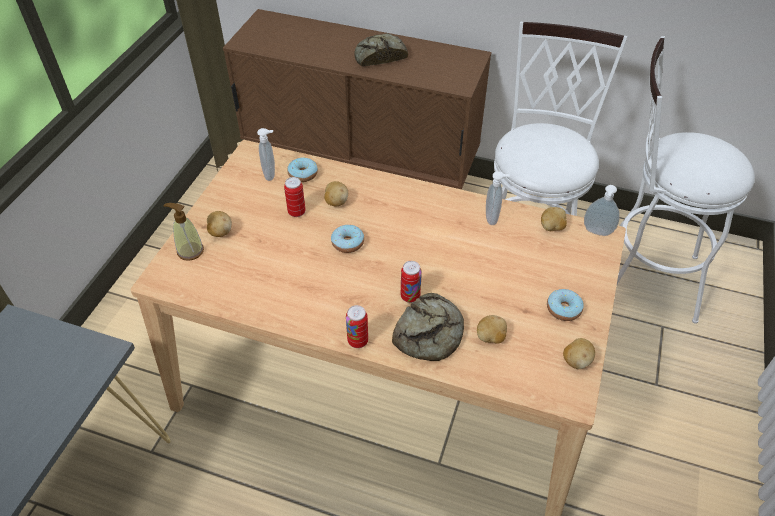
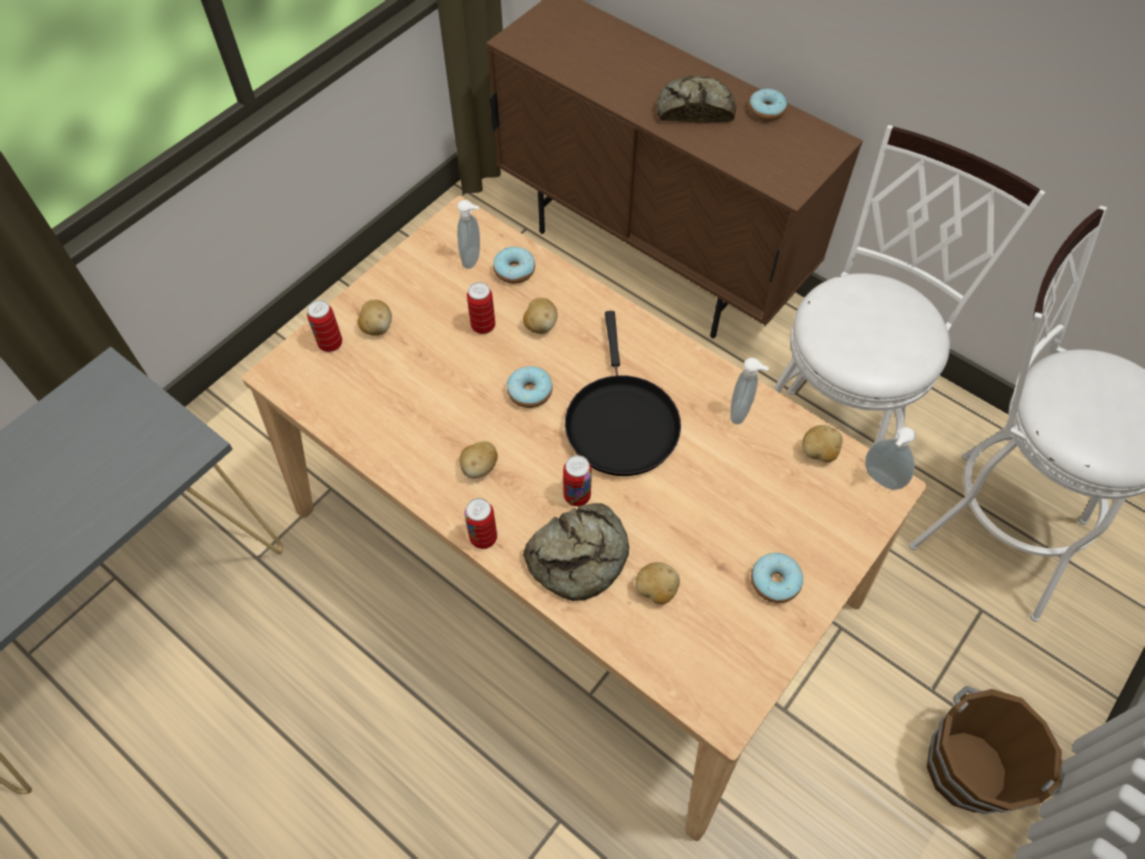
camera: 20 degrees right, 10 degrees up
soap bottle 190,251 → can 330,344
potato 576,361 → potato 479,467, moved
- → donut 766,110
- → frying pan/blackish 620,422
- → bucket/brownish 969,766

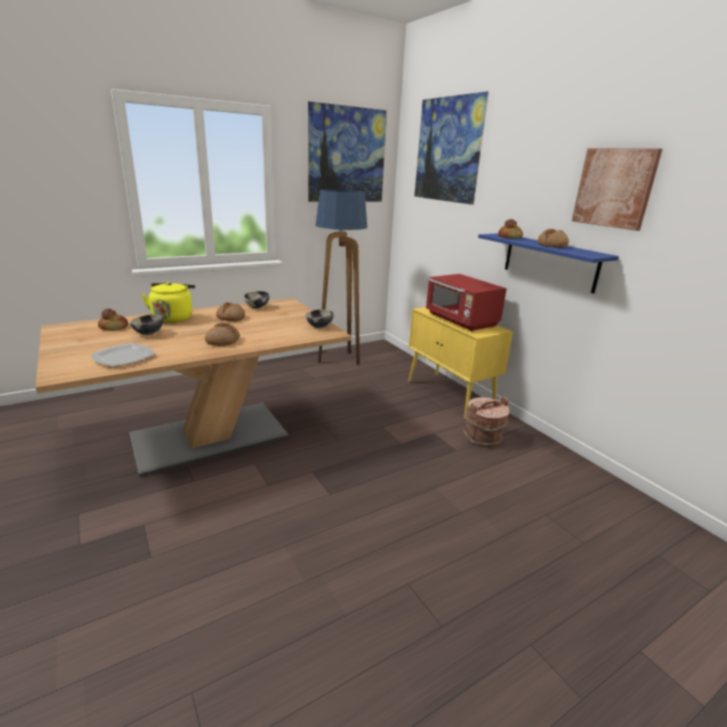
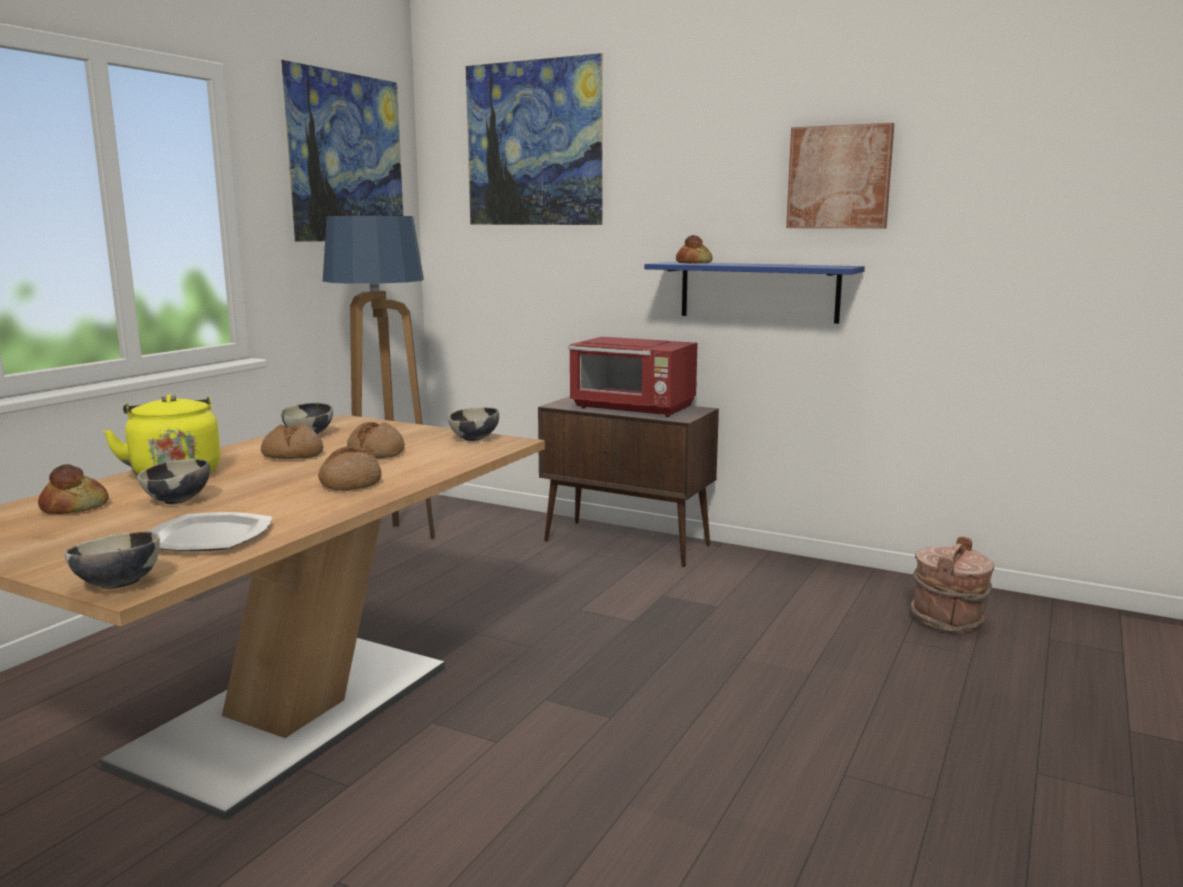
camera: 30 degrees left, 10 degrees down
bread 552,245 → bread 376,452, moved
cabinet/yellow 450,395 → cabinet/brownish 628,543
bucket/brownish 483,438 → bucket/brownish 948,620, moved
- → bowl 118,585

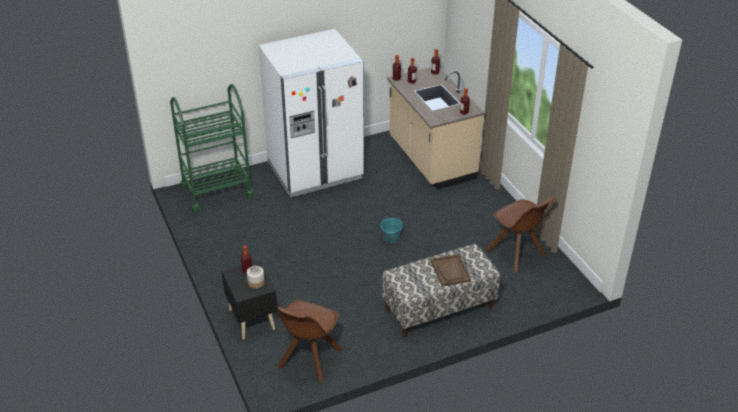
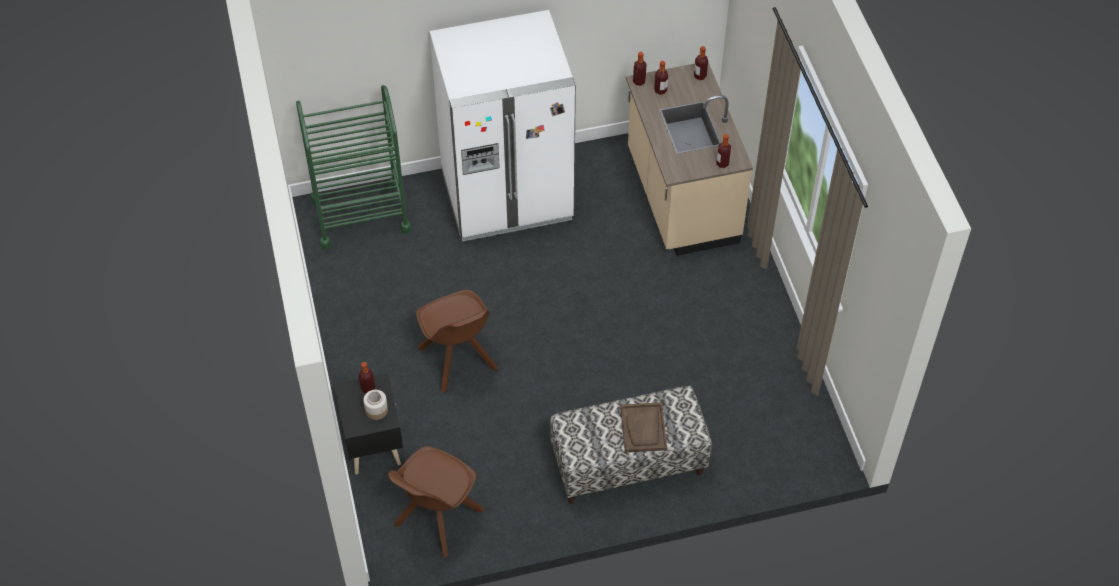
camera: 10 degrees right, 15 degrees up
upright chair/brownish 517,253 → upright chair/brownish 458,360, moved
bucket/turquoise 391,237 → -

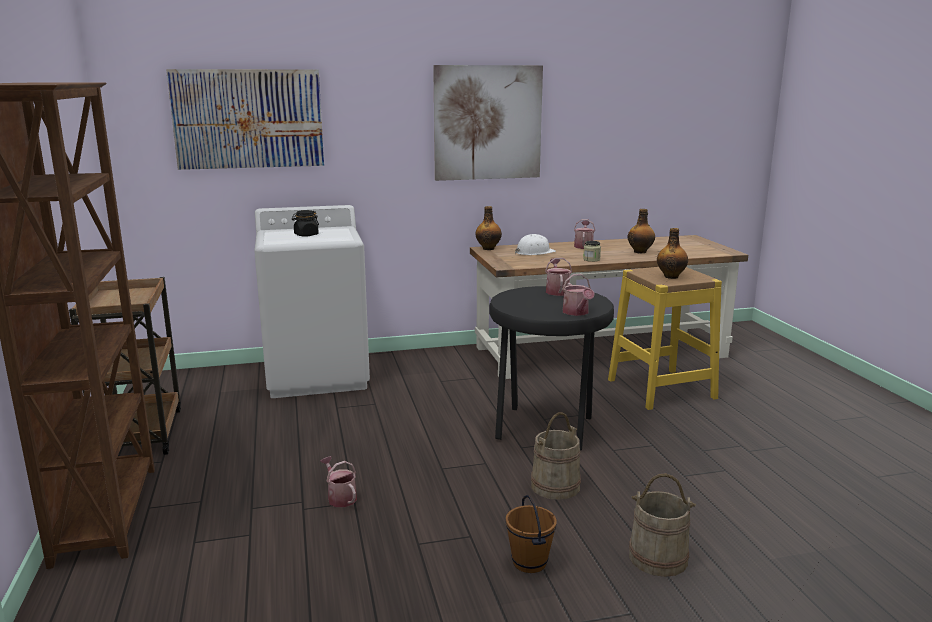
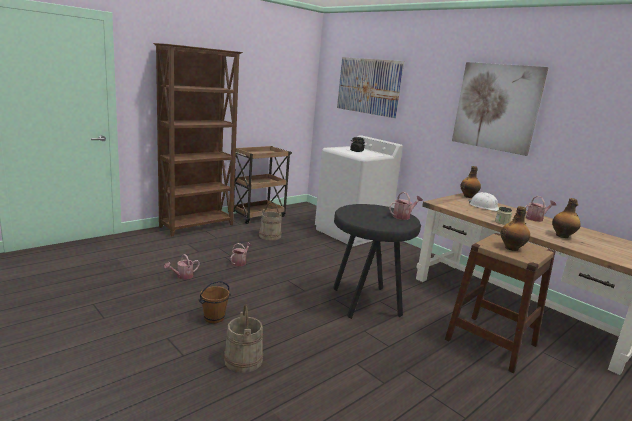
camera: 60 degrees right, 0 degrees up
stool/yellow 661,389 → stool/brownish 491,342
watering pot 577,313 → watering pot 182,276, moved
bucket/sand-coloured 555,486 → bucket/sand-coloured 270,236, moved

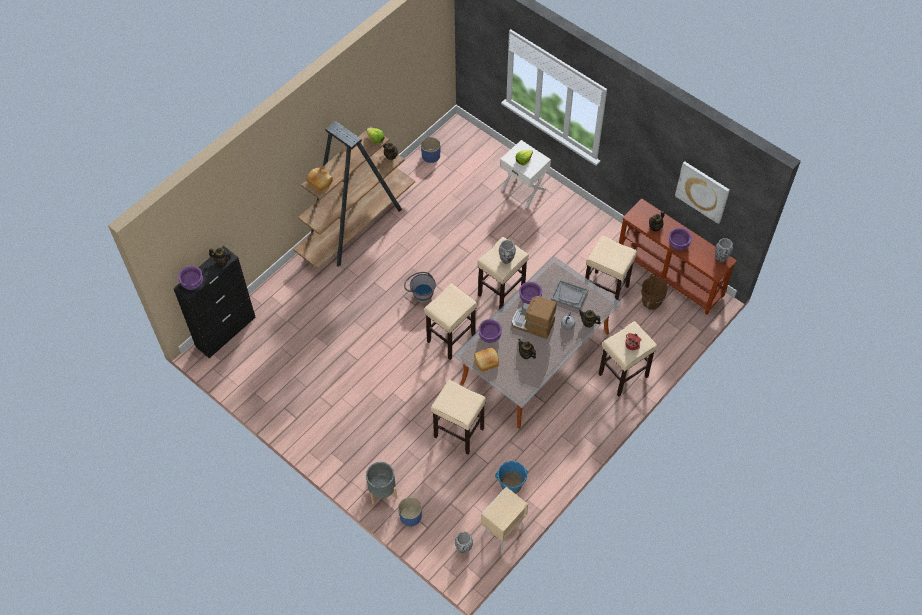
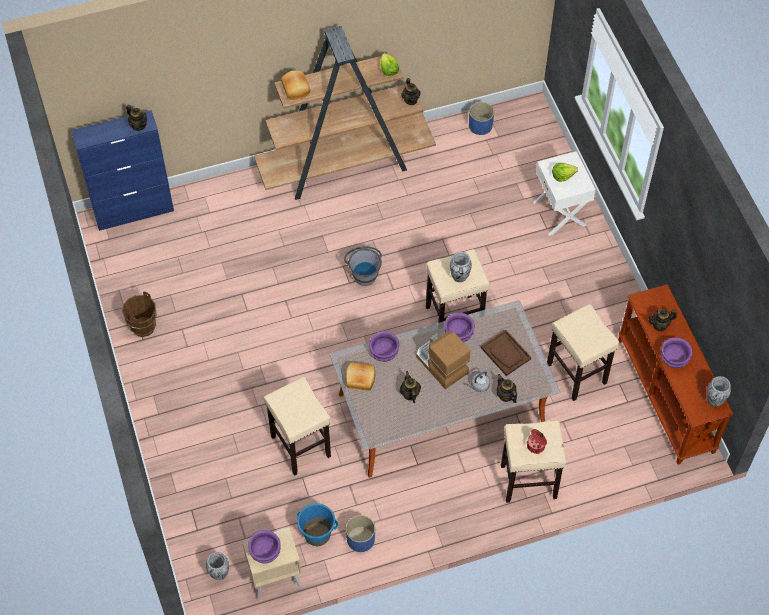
camera: 30 degrees right, 0 degrees up
wall picture 702,191 → -
cabinet/blackish 226,331 → cabinet/blue 134,211
bowl/purplish 193,283 → bowl/purplish 265,552, moved
bucket/brownish 651,302 → bucket/brownish 143,327, moved
carrying tray/gray 569,295 → carrying tray/brownish 506,353
stool/sand-coloured 451,338 → -
planter/gray 382,490 → -
planter/blue 410,516 → planter/blue 360,539, moved

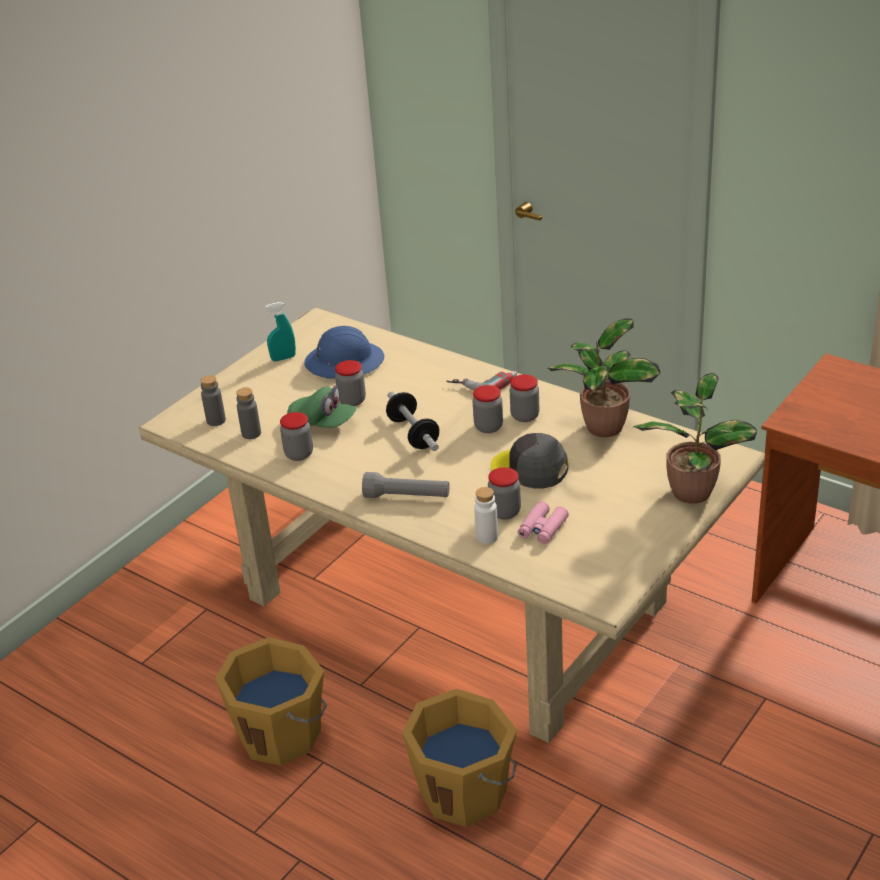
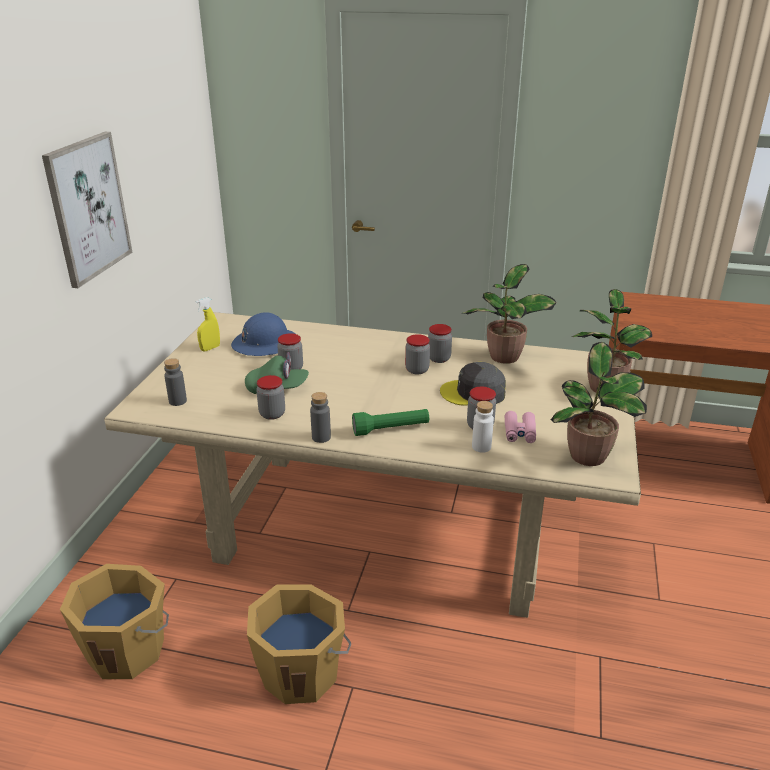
camera: 25 degrees left, 5 degrees down
spray bottle/turquoise 283,358 → spray bottle/yellow 210,348
electric drill 483,382 → -
bottle/gray 251,433 → bottle/gray 321,437, moved
hand weight 413,434 → -
torch/gray 407,497 → torch/green 391,429
bucket/orangey 465,791 → bucket/orangey 128,649, moved
- → wall picture 88,208
- → potted plant 588,457

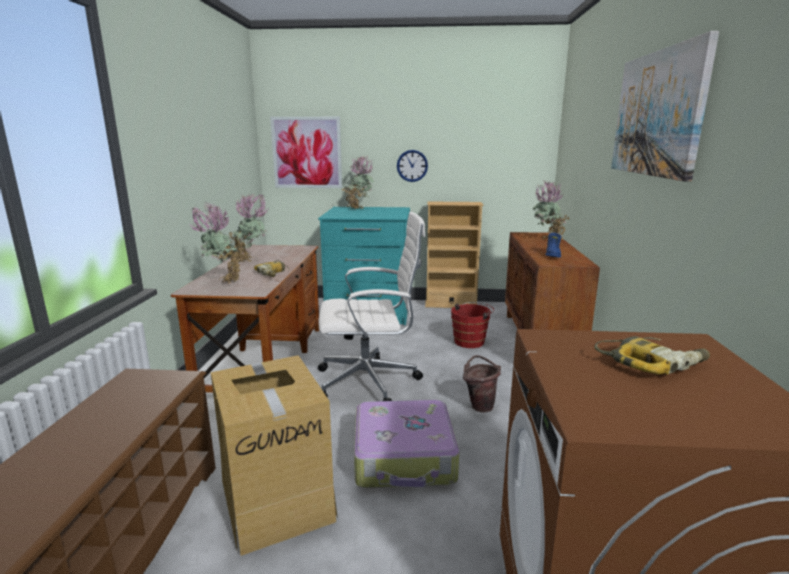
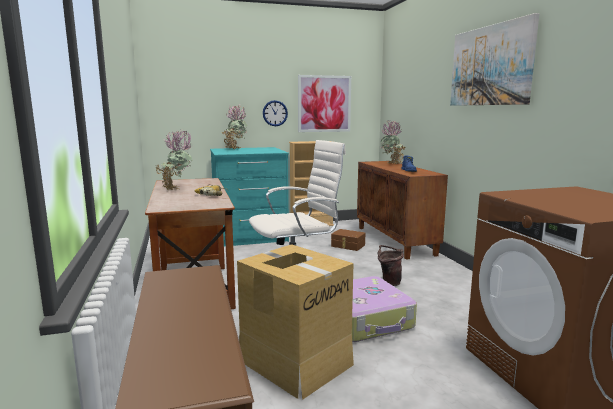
camera: 20 degrees left, 5 degrees down
wall picture 307,152 → wall picture 324,104, moved
potted plant 222,281 → -
bucket/red-coloured 471,341 → storage bin/brownish 347,246
electric drill 651,362 → -

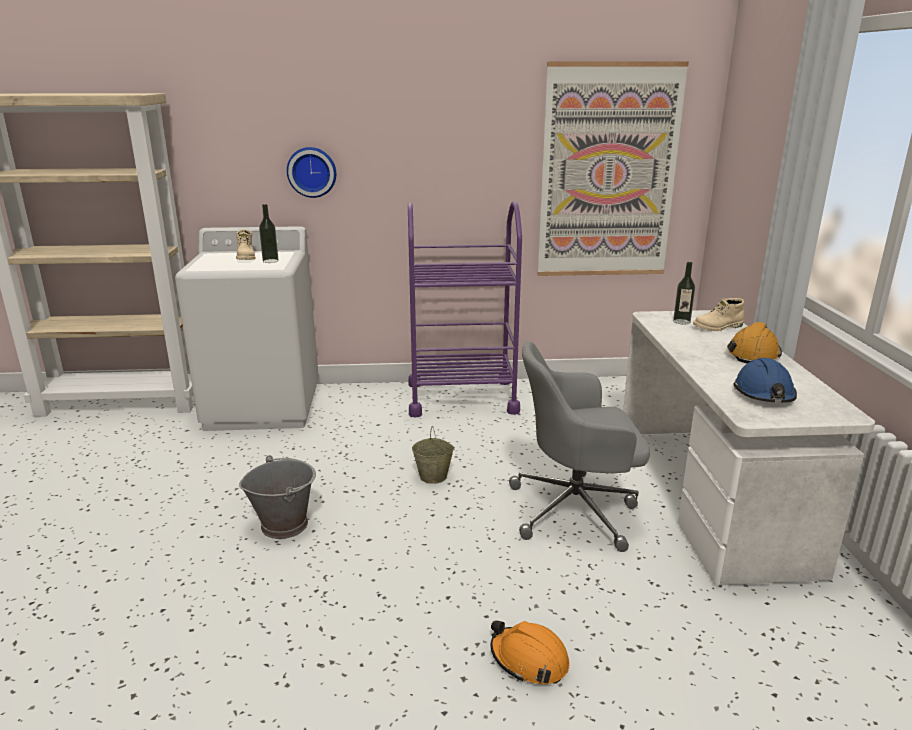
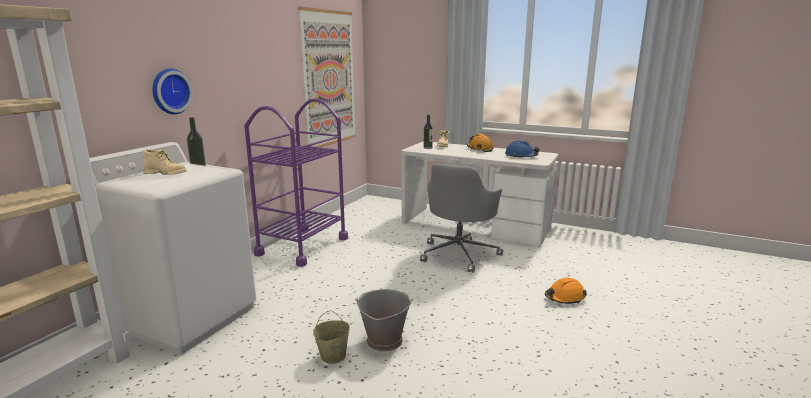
camera: 60 degrees left, 5 degrees down
bucket/sand-coloured 434,476 → bucket/sand-coloured 333,355, moved

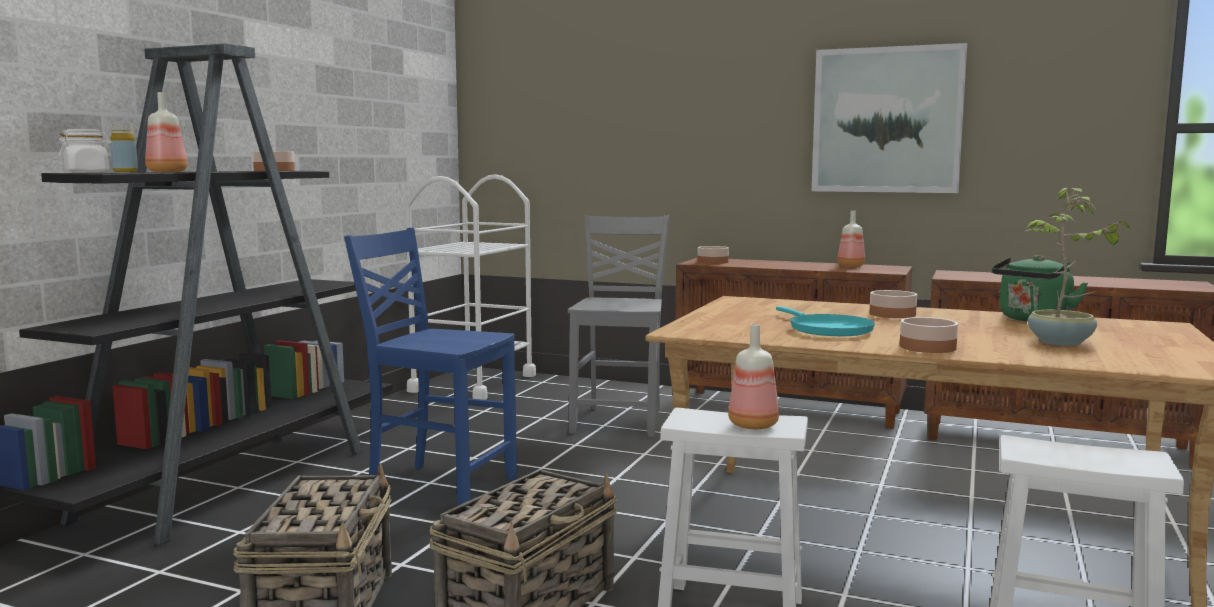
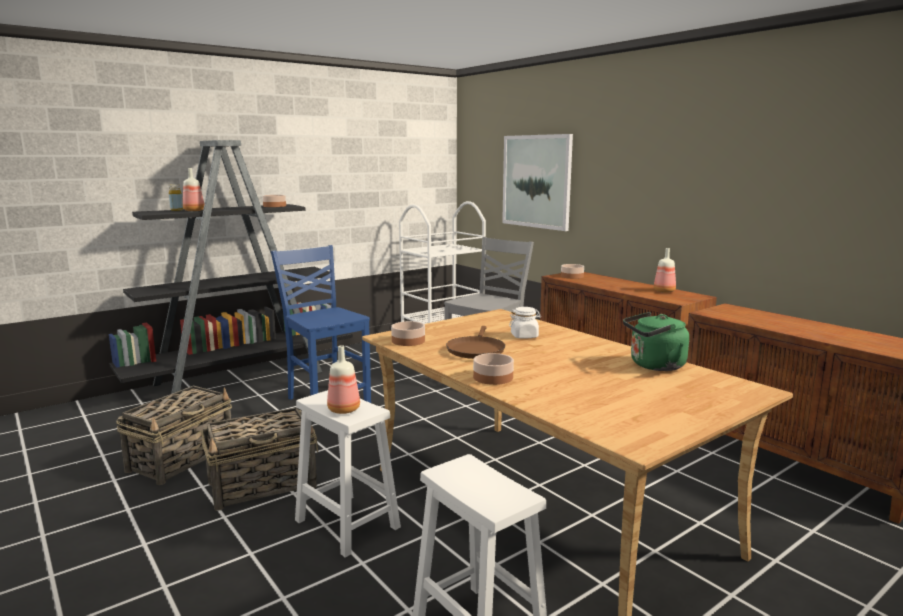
camera: 30 degrees right, 5 degrees up
wall picture 886,120 → wall picture 536,181, moved
storage jar/white 87,172 → storage jar/white 524,336, moved
potted plant 1061,343 → -
bowl 891,314 → bowl 408,341, moved
frying pan/turquoise 827,329 → frying pan/brownish 476,350

